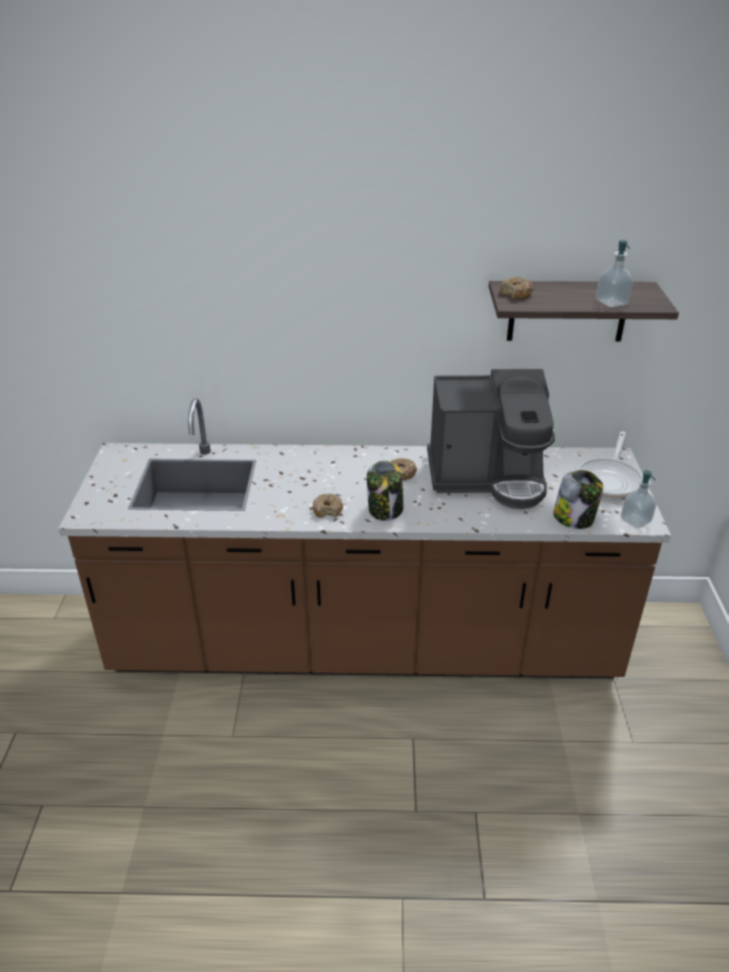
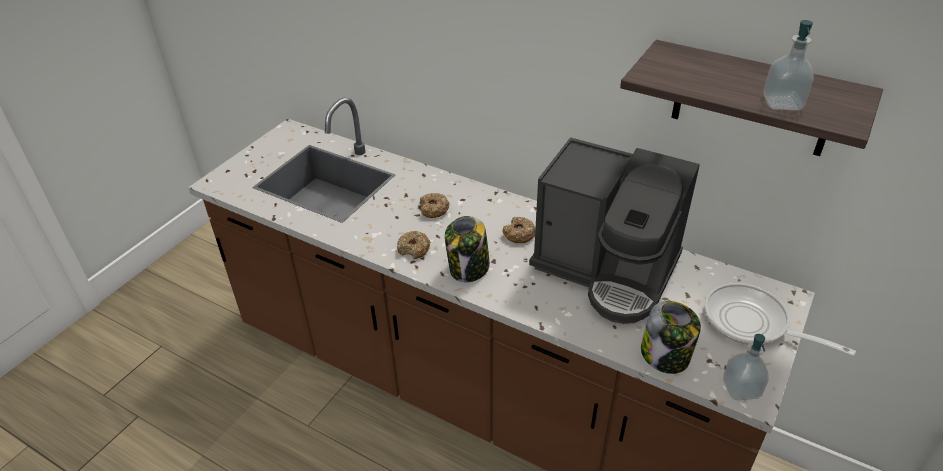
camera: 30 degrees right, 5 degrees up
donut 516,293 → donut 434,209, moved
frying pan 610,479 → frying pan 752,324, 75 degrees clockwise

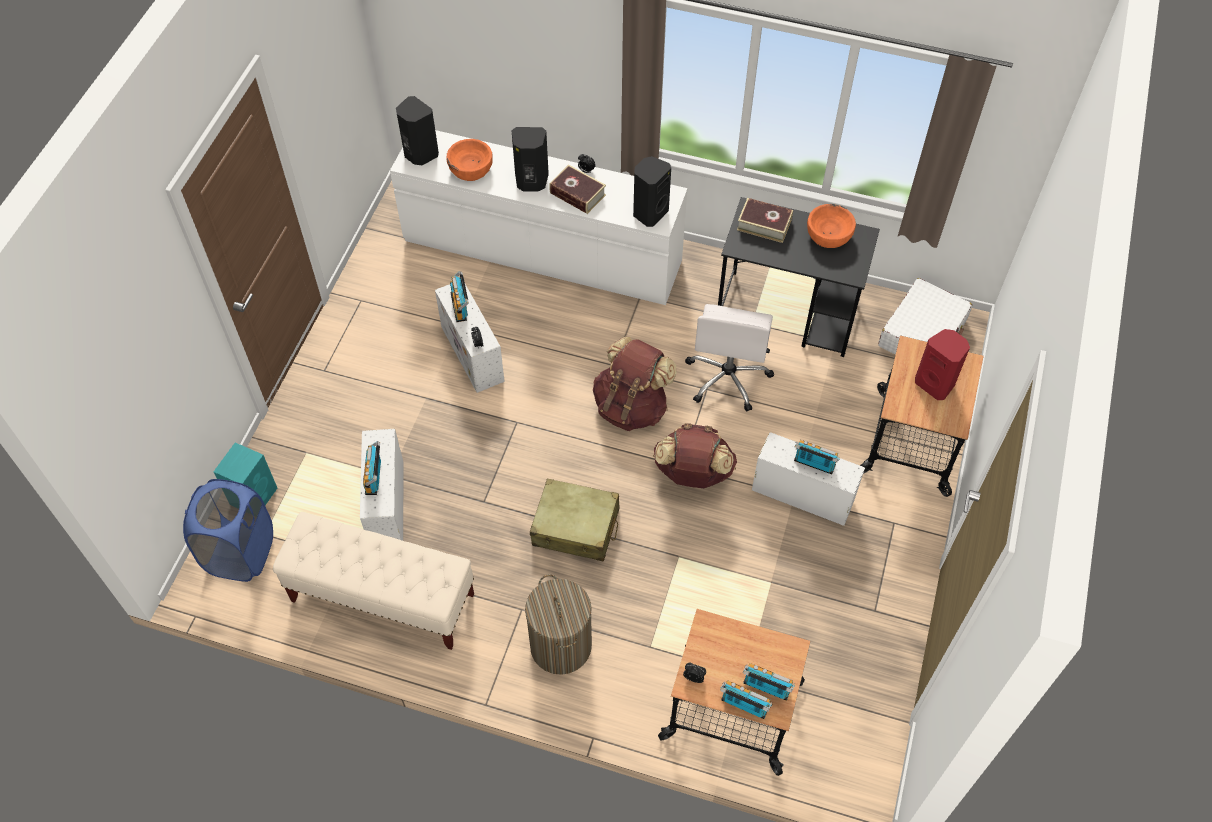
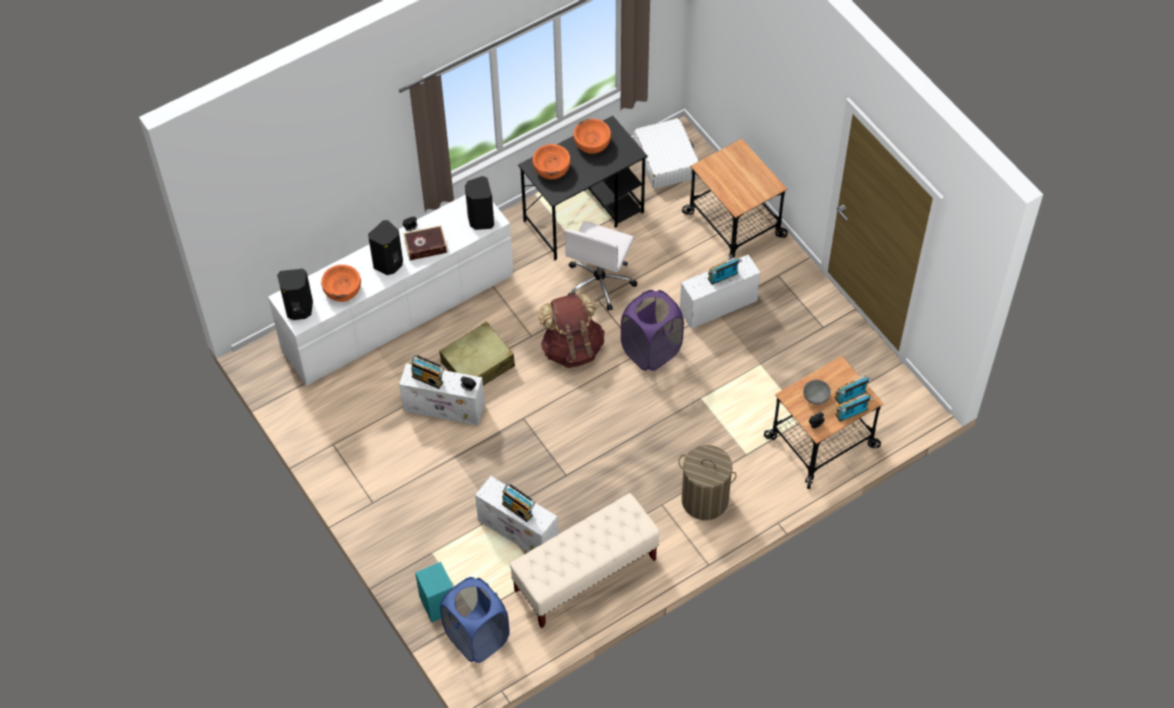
camera: 50 degrees left, 0 degrees up
bound book 764,224 → bowl/orangey 551,168
office chair/white 728,377 → office chair/white 600,282, 60 degrees clockwise
audio speaker/red-coloured 935,384 → -
backpack/brownish 692,474 → laundry basket/purplish 651,350
suitcase/sand-coloured 576,527 → suitcase/sand-coloured 478,365, moved
- → bowl/gray 815,398

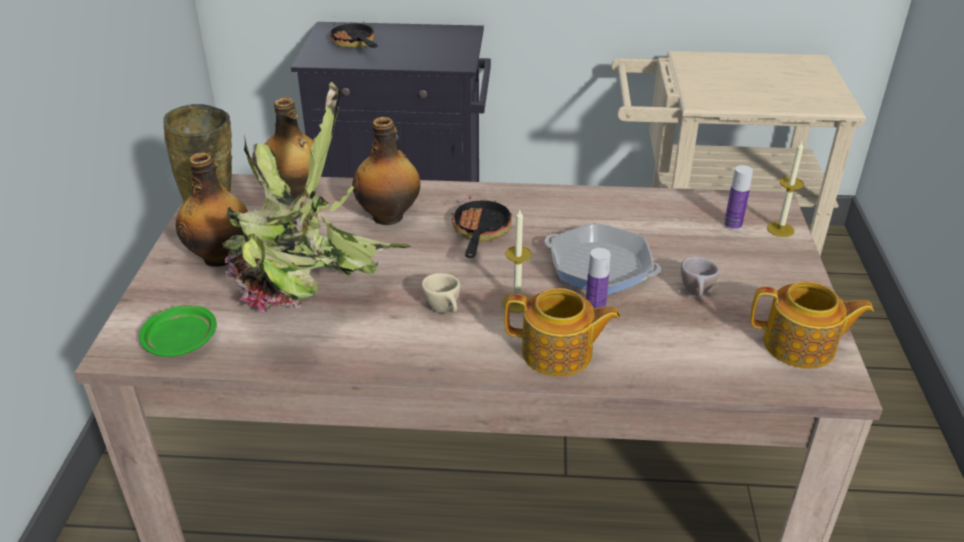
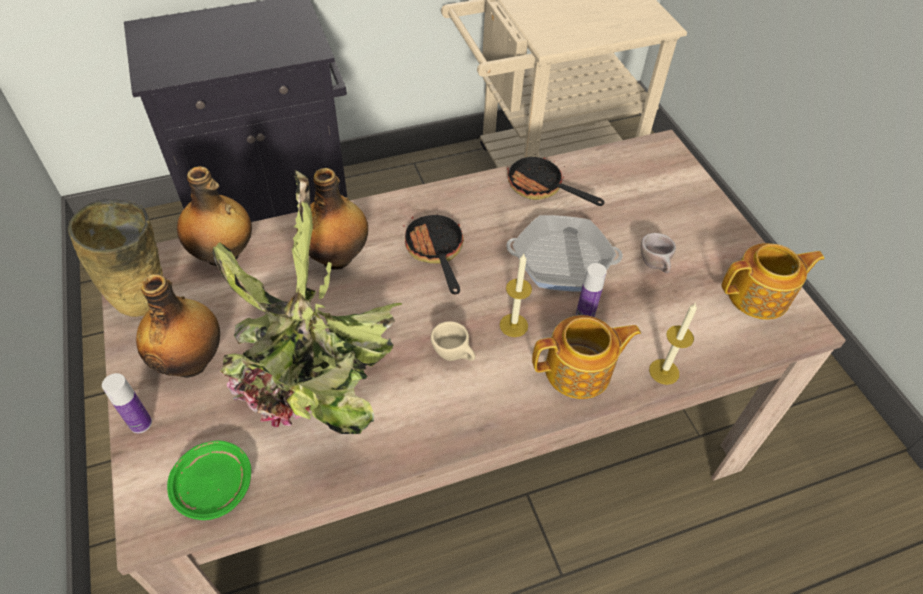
camera: 25 degrees left, 15 degrees up
frying pan 355,44 → frying pan 541,188, moved
wax light 780,229 → wax light 664,371, moved
bottle 733,225 → bottle 140,423, moved

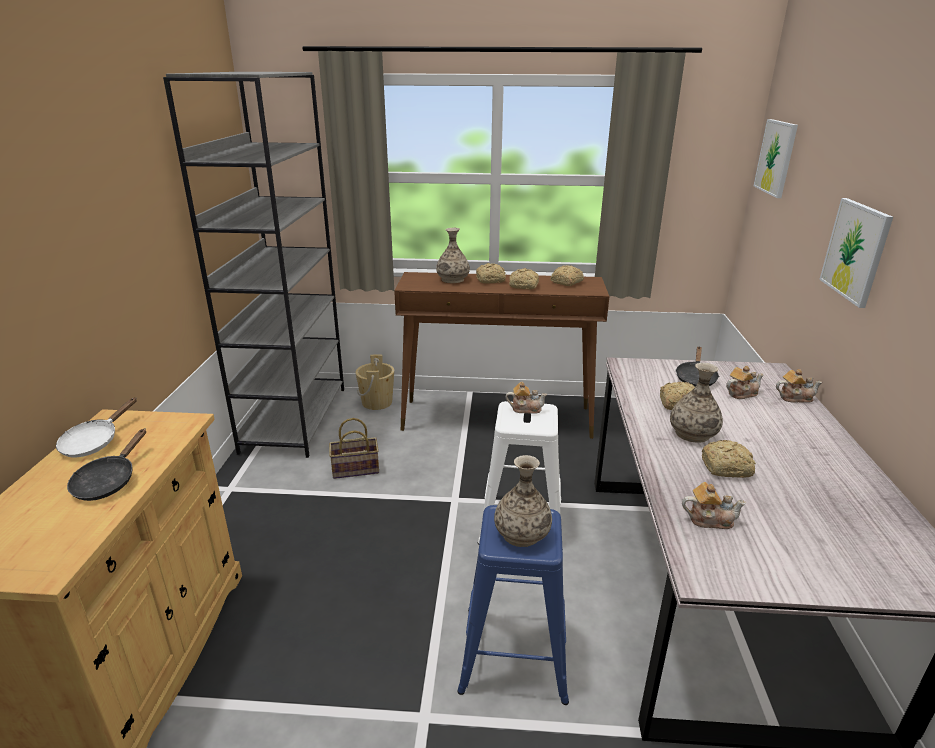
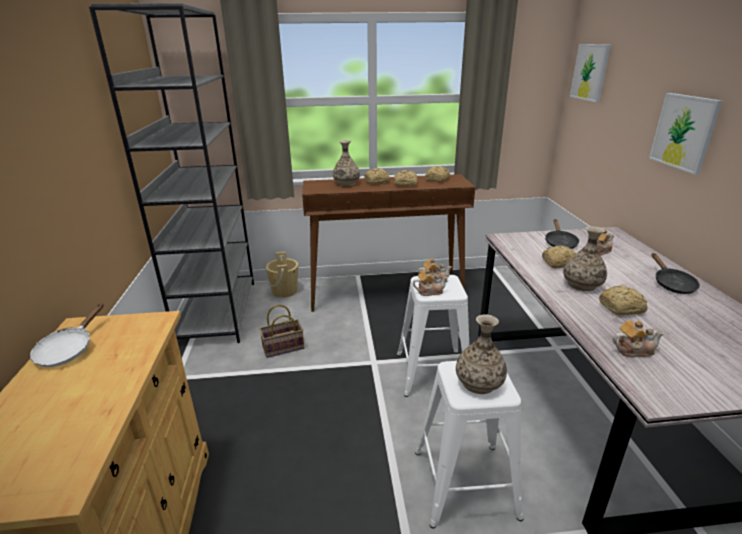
camera: 10 degrees left, 0 degrees up
tea pot 794,397 → tea pot 429,291, moved
frying pan/blackish 108,481 → frying pan/blackish 671,284, moved
stool/blue 513,651 → stool/white 463,482

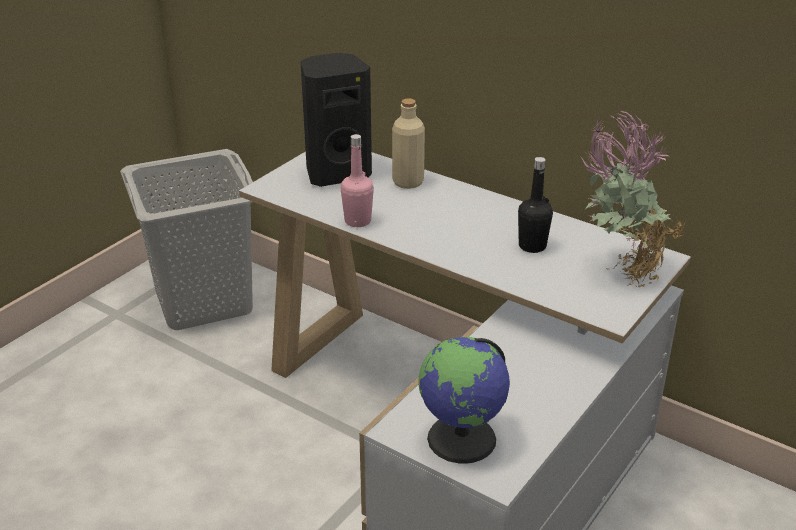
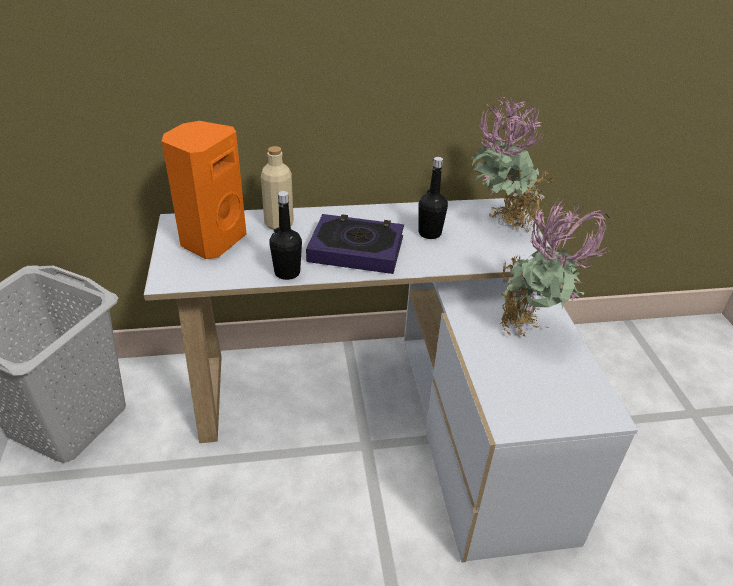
camera: 45 degrees left, 5 degrees up
audio speaker/blackish 336,173 → audio speaker/orangey 211,240
bottle/pink-coloured 357,221 → bottle/blackish 287,272
globe 463,439 → -
- → potted plant 531,329
- → bound book 356,249

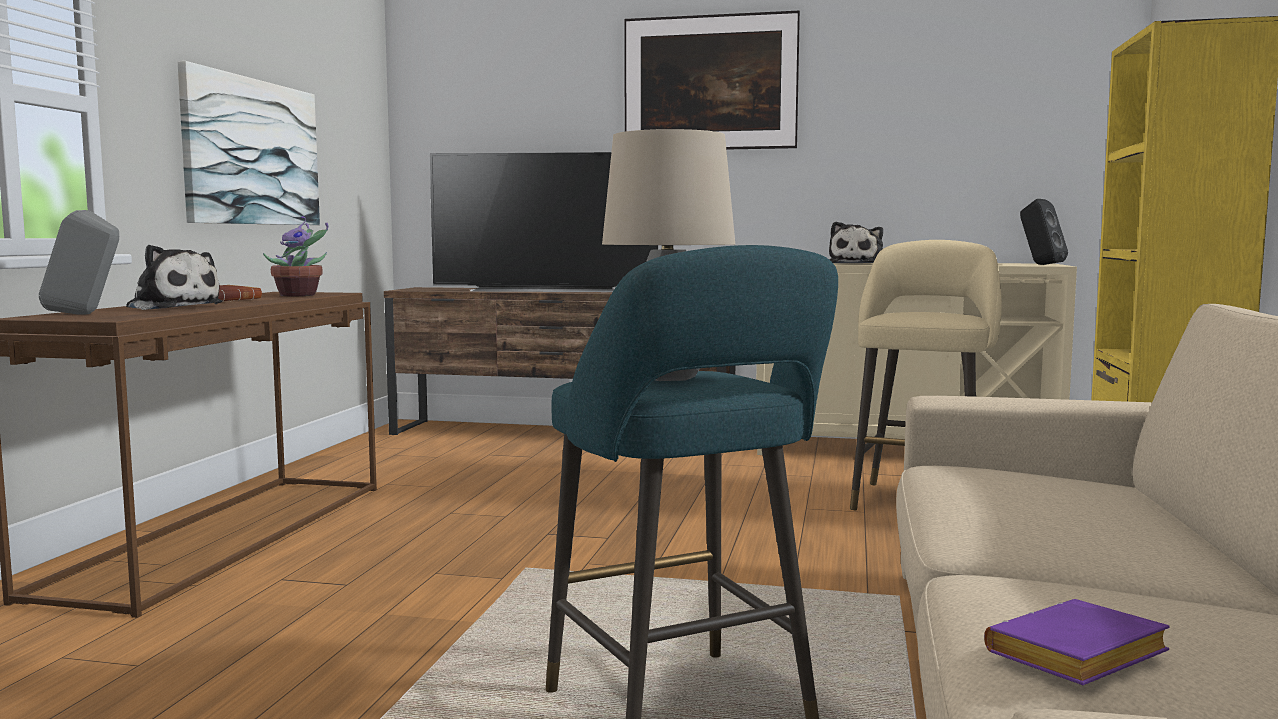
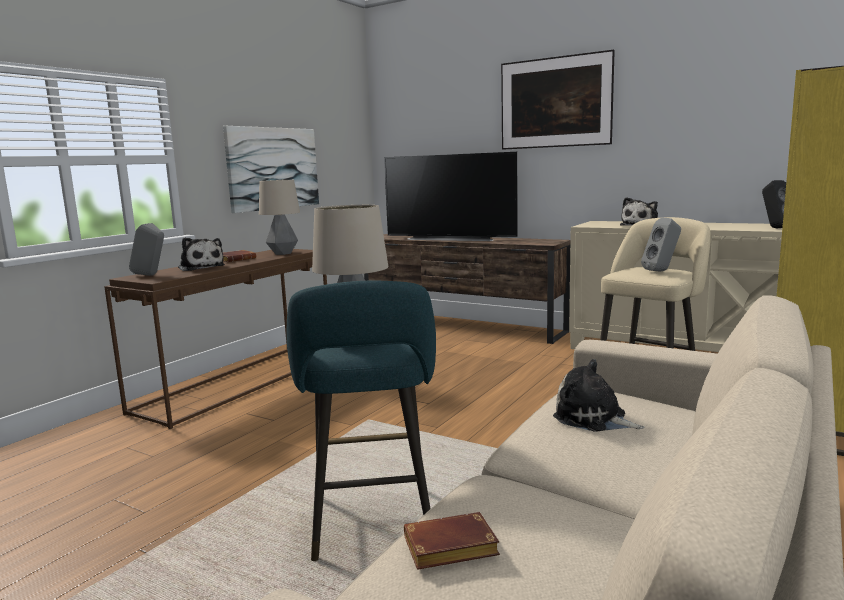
camera: 20 degrees right, 5 degrees up
potted plant 300,295 → tabletop lamp 283,253
bound book/purplish 1077,658 → bound book/brownish 448,550
- → audio speaker/gray 661,271
- → plush toy 593,418

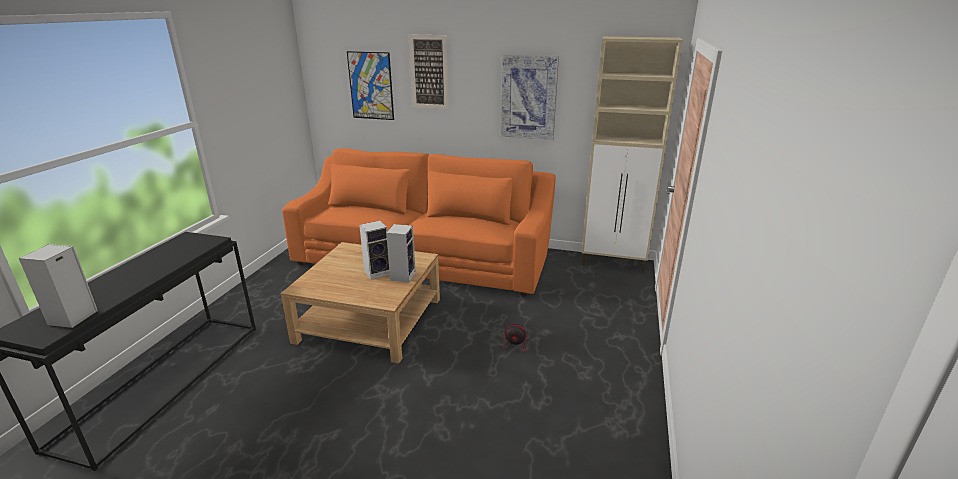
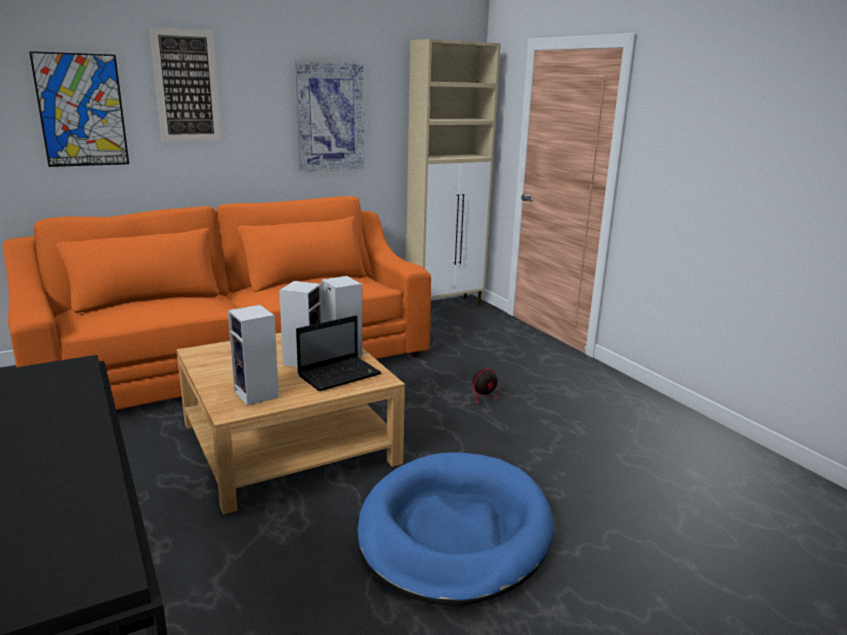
camera: 45 degrees left, 5 degrees down
audio speaker 72,318 → audio speaker 258,394, moved
- → notebook computer 340,374
- → dog cushion/blue 454,531

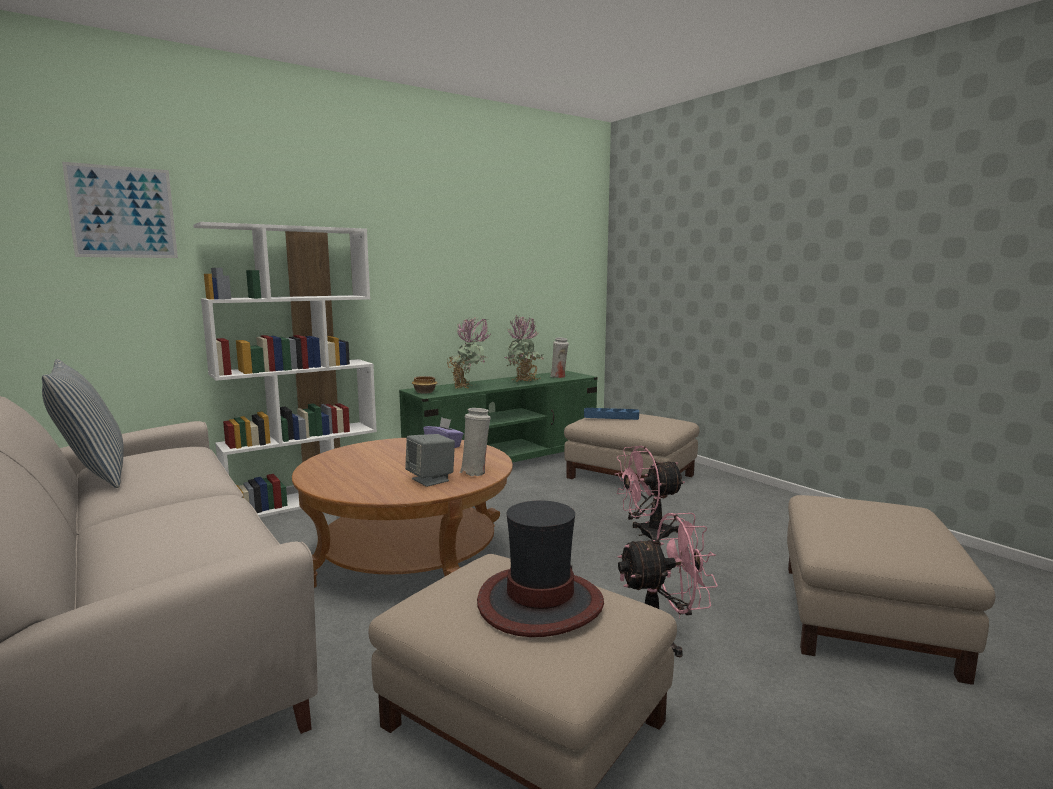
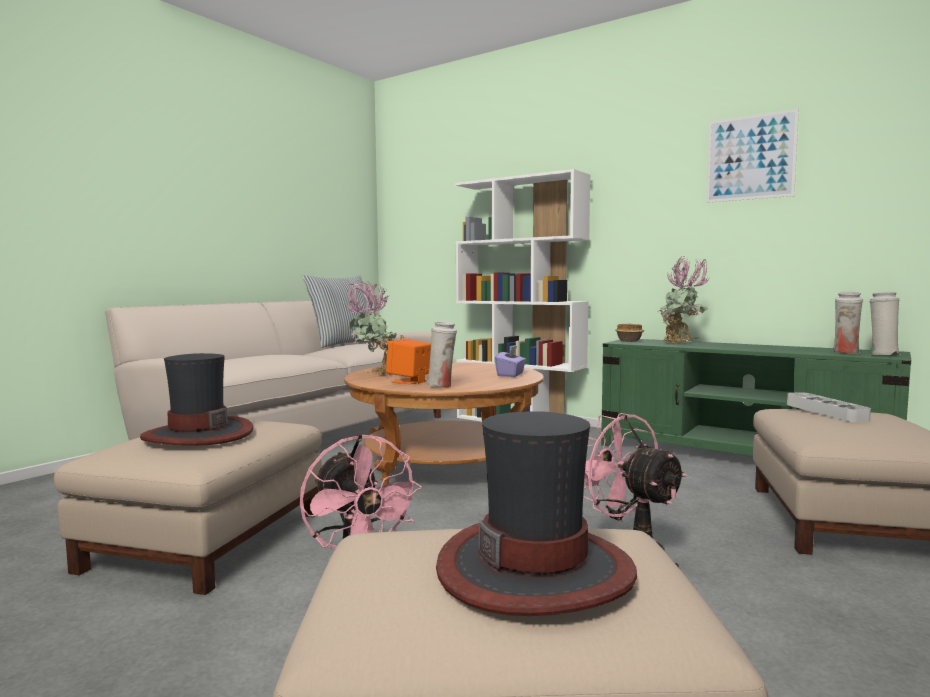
camera: 70 degrees right, 5 degrees down
wall picture 123,212 → wall picture 750,157, moved
potted plant 524,382 → potted plant 375,375, moved
carrying tray/blue 611,417 → carrying tray/gray 825,412
audio speaker/gray 431,480 → audio speaker/orangey 409,381
- → vase/white 882,355
- → hat 535,568

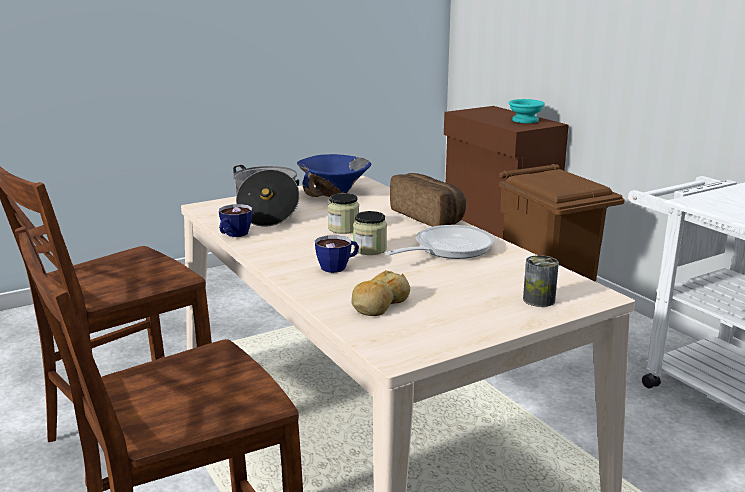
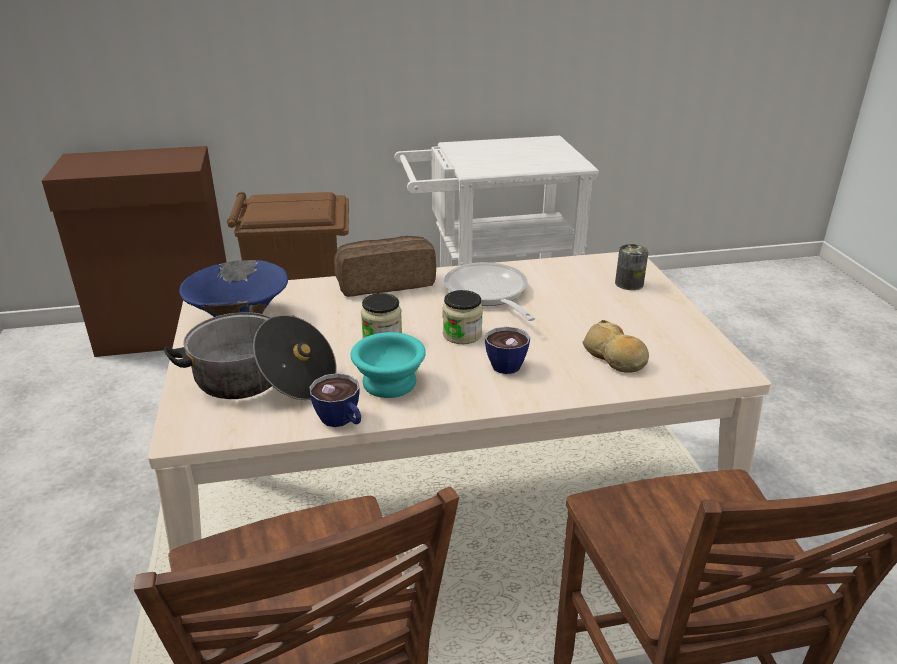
camera: 70 degrees left, 10 degrees up
bowl/turquoise 524,120 → bowl/turquoise 388,384, moved

